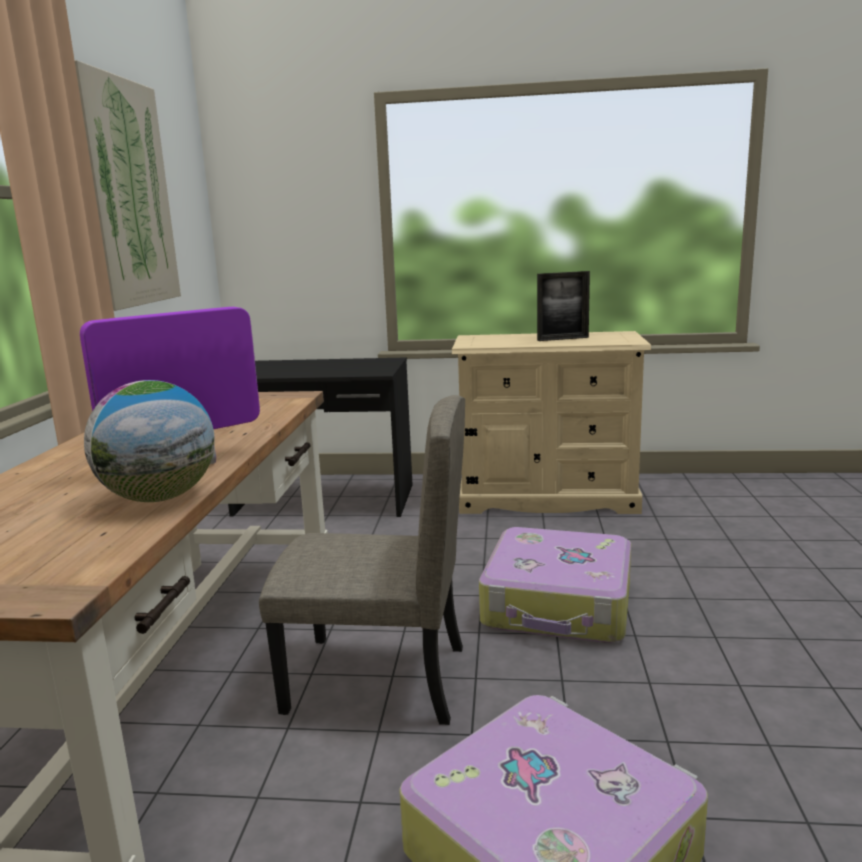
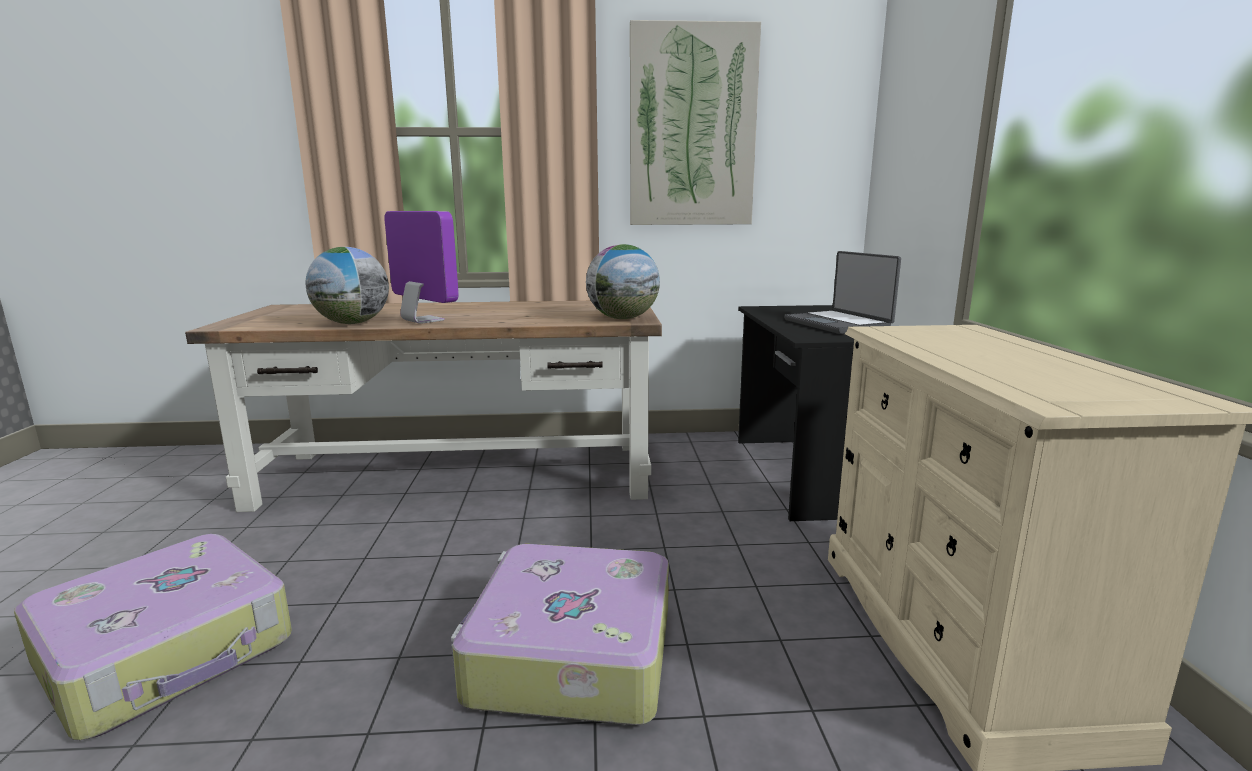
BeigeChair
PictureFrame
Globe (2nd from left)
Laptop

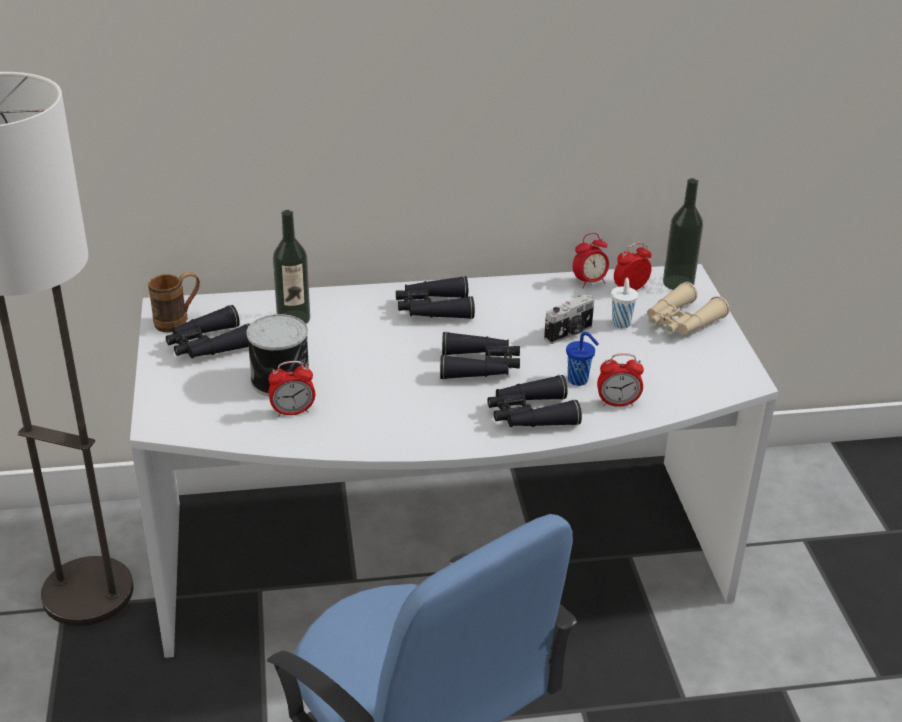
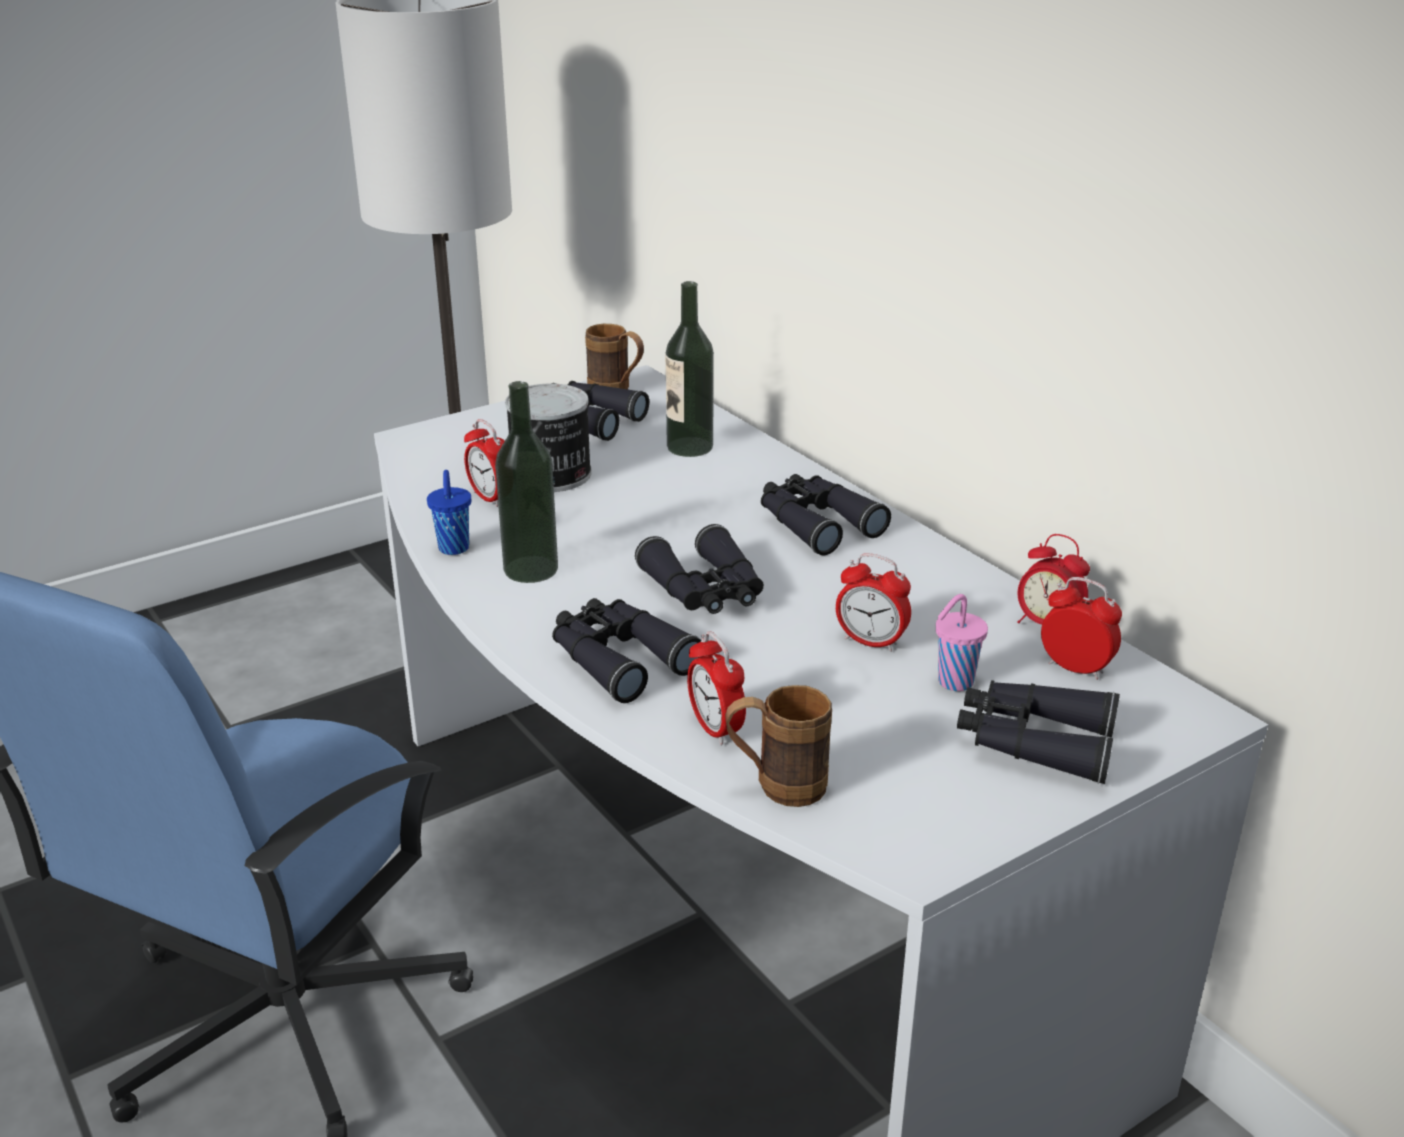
AlarmClock (3rd from left)
BlueCup
PinkCup
BlackBinoculars (5th from left)
Bottle (1st from left)
BrownMug (2nd from left)

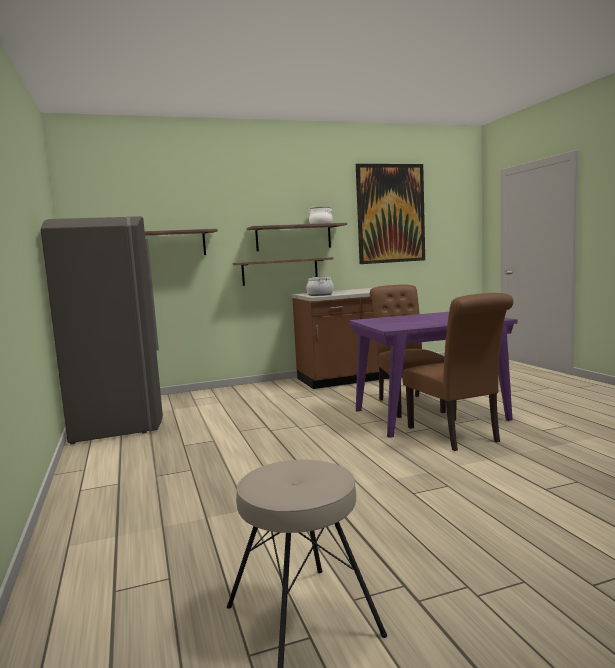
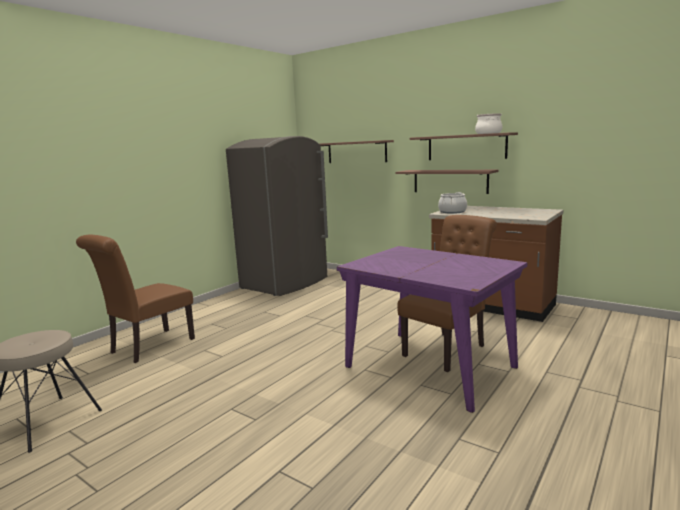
Picture
BrownChair (1st from left)

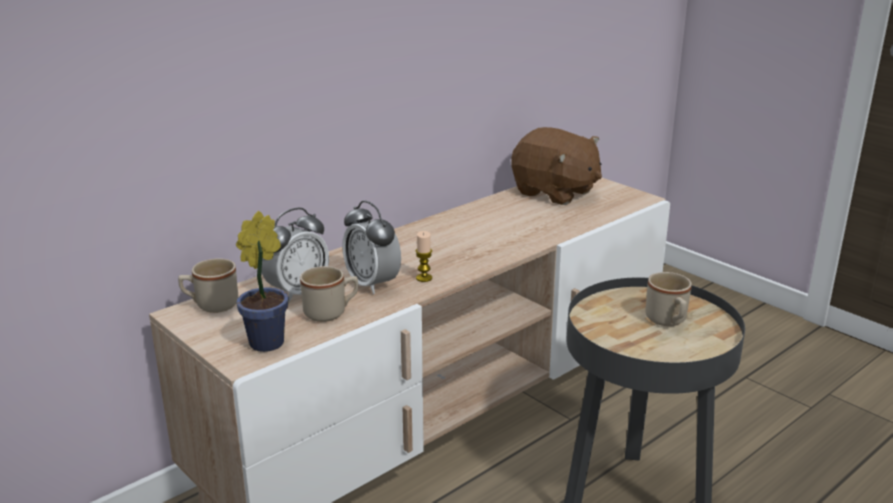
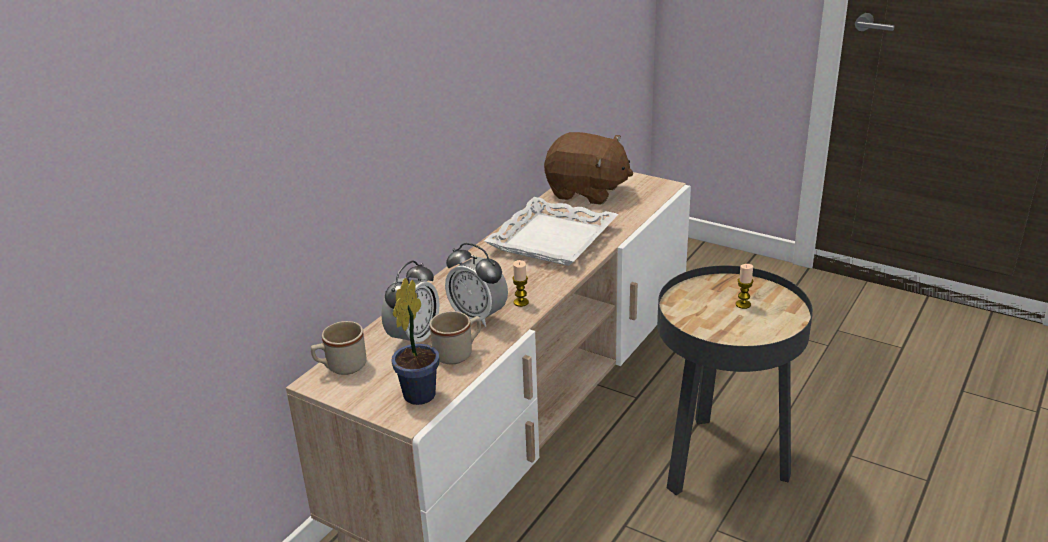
Candle (2nd from left)
WhiteTray

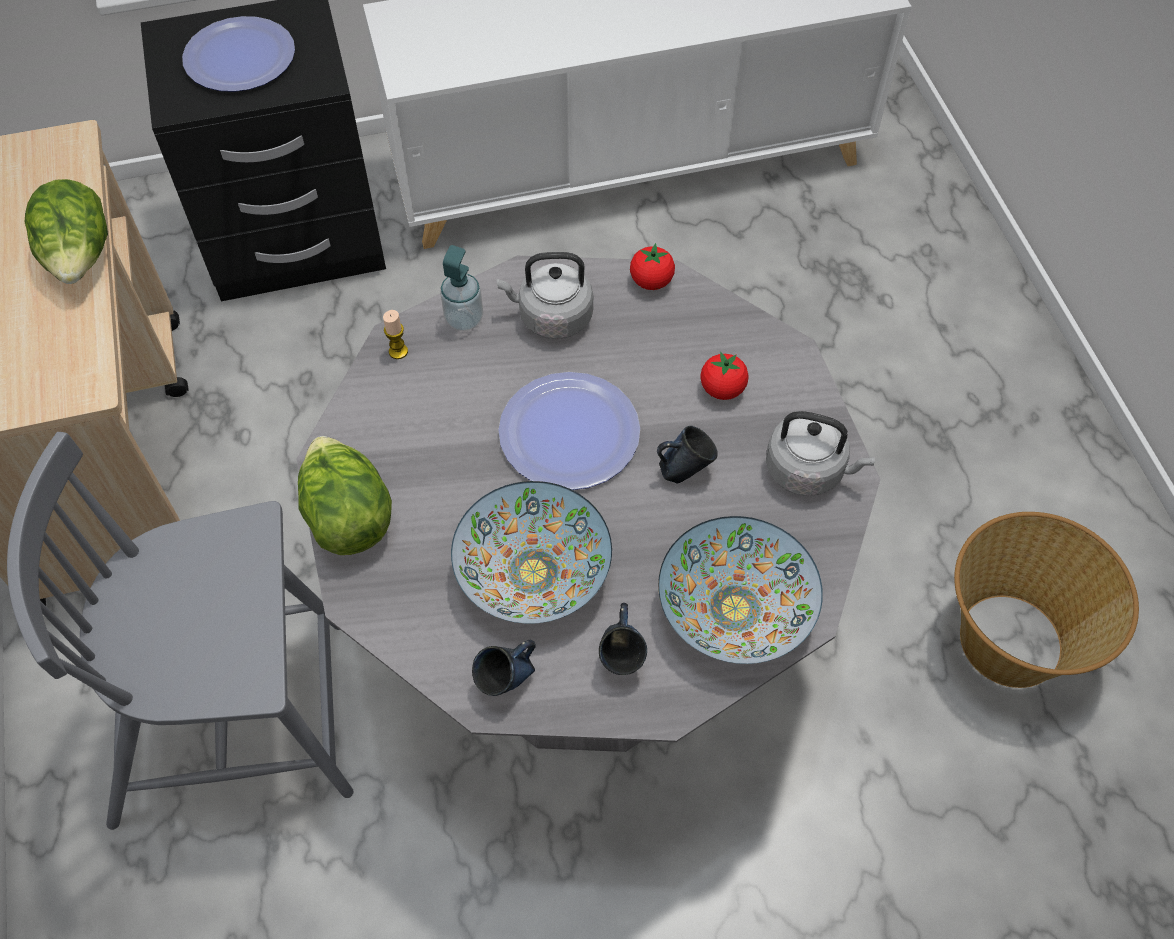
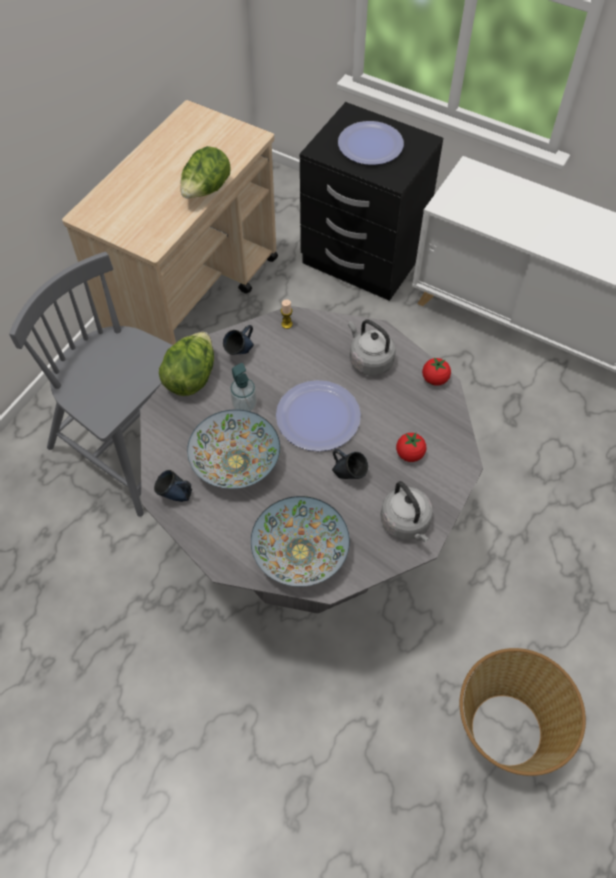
SoapDispenser
BlueMug (2nd from left)

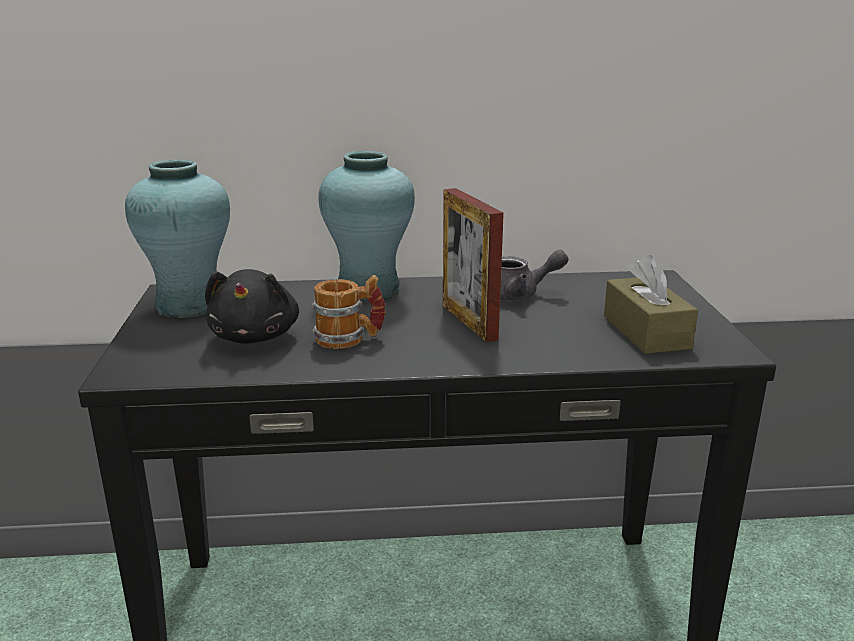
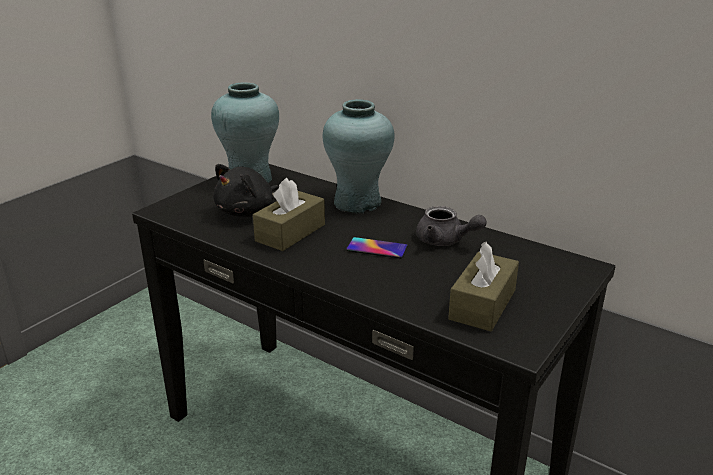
BrownTissueBox (1st from left)
Phone

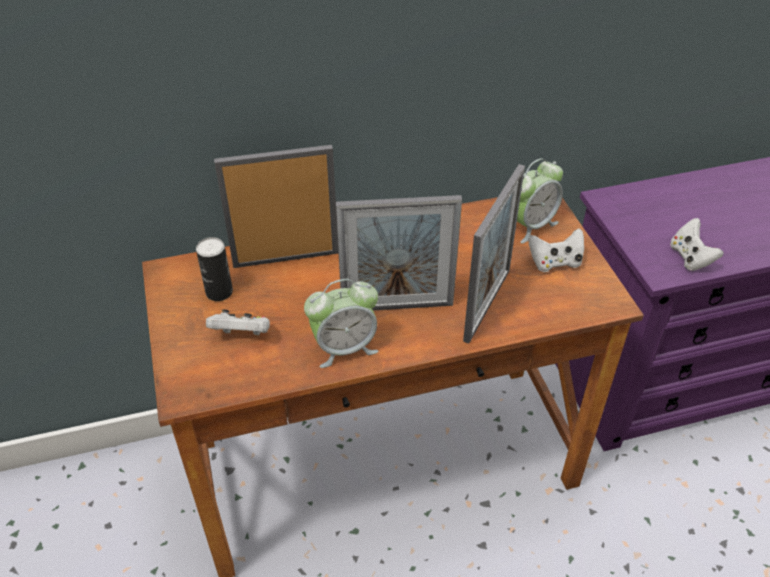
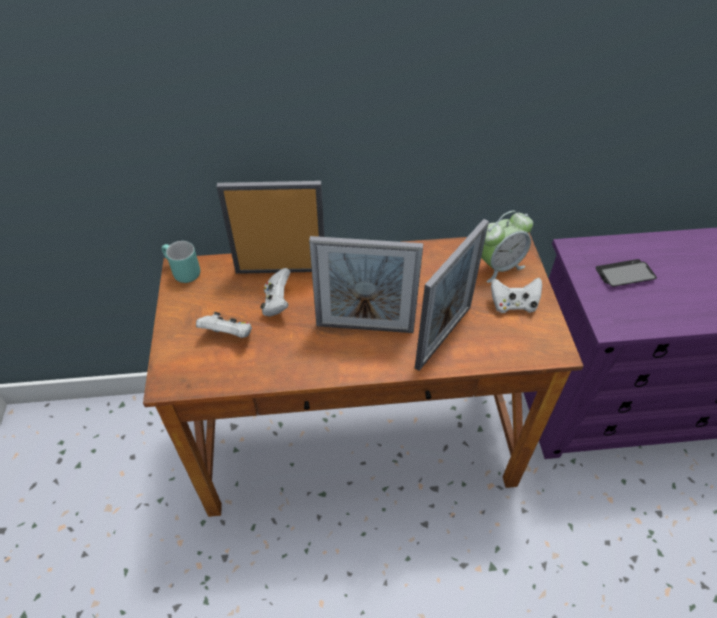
Can
AlarmClock (1st from left in the first image)
WhiteGameController (2nd from left)
TurquoiseMug
Phone

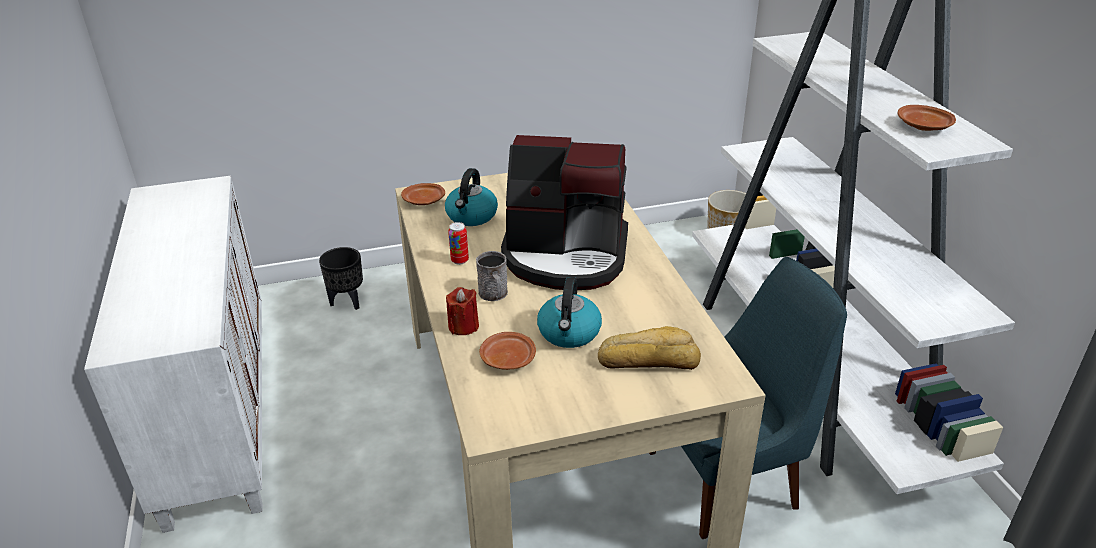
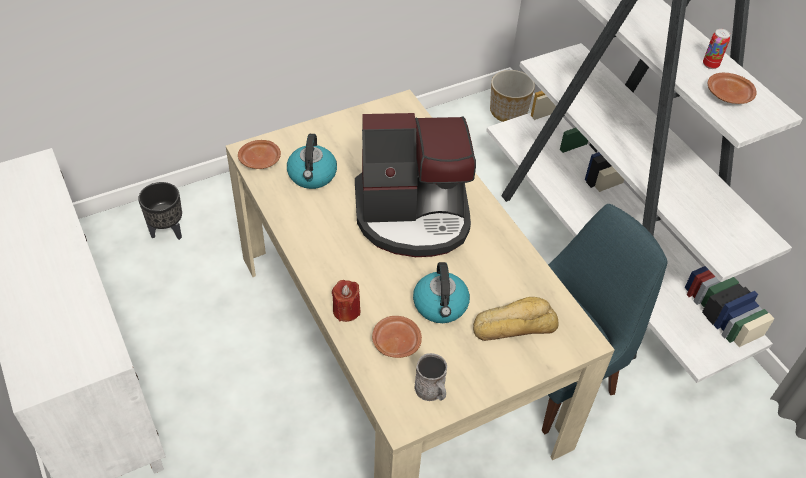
Can
GreyMug

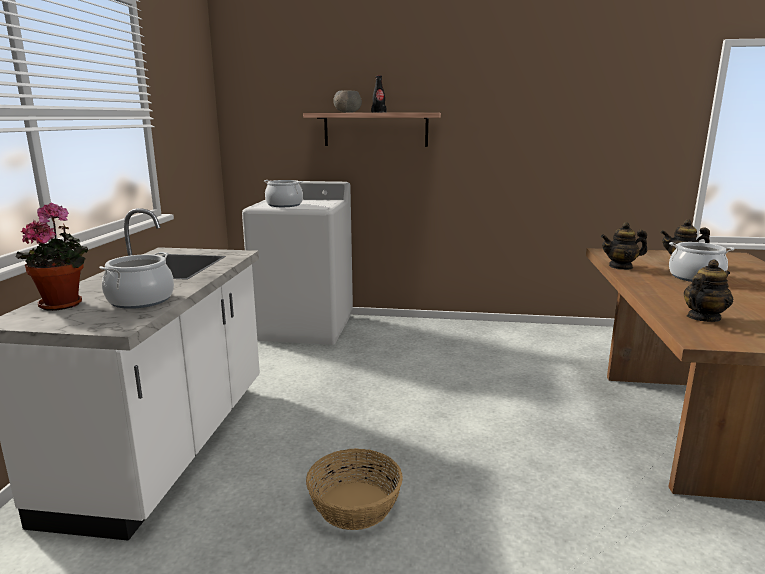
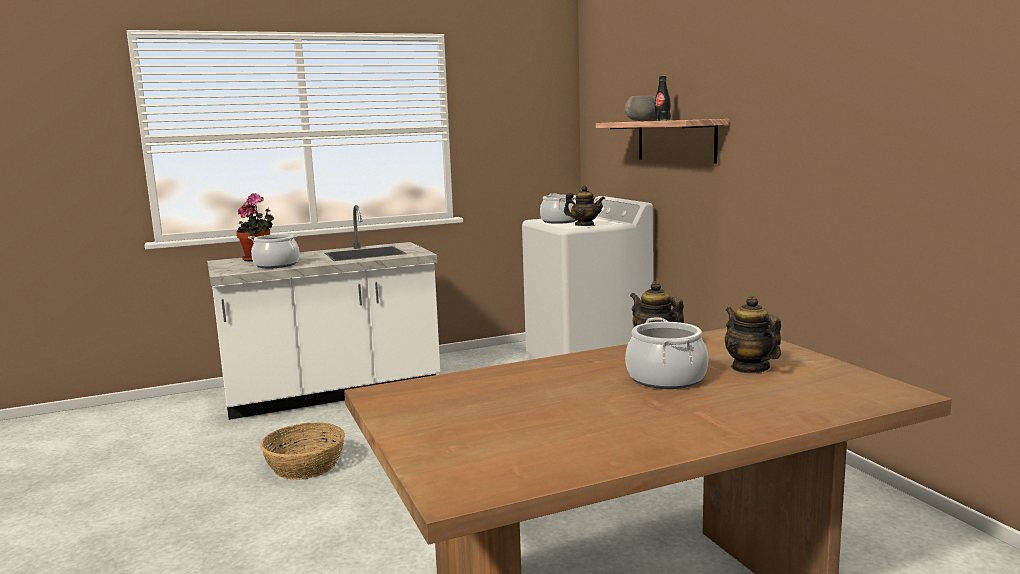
Teapot (1st from left)

